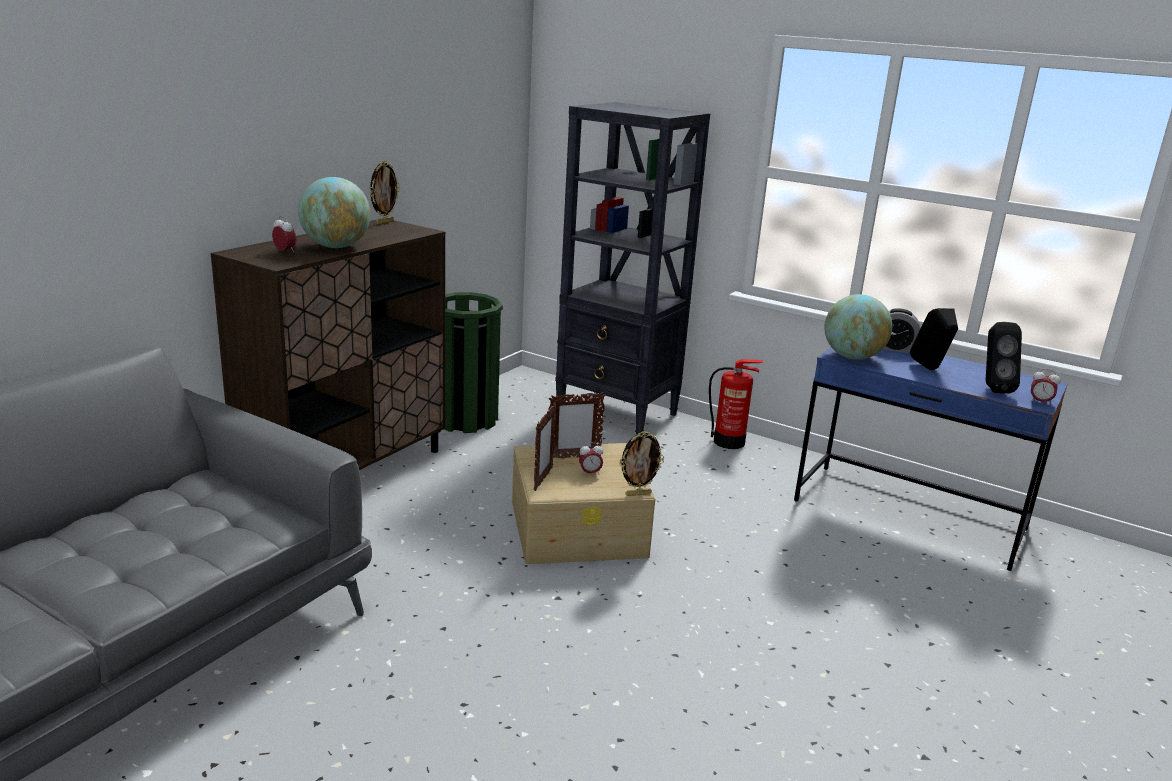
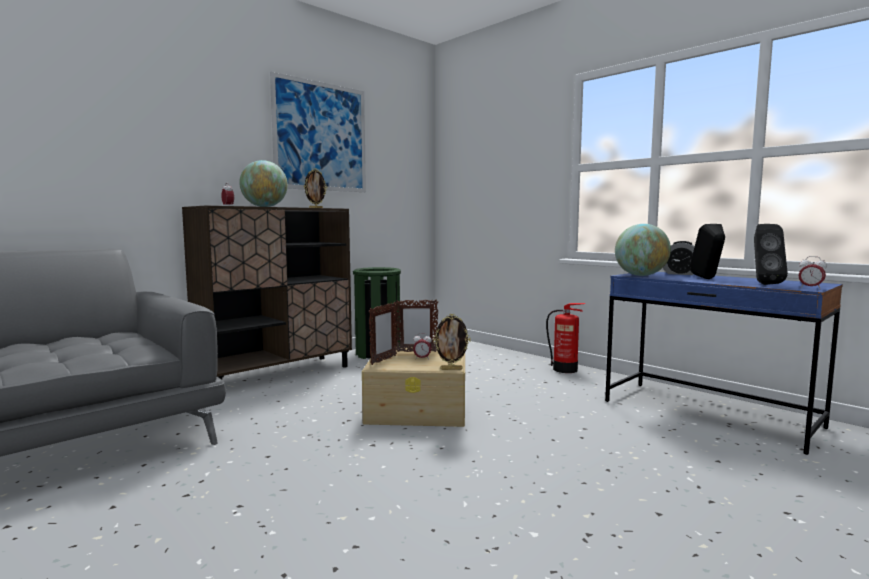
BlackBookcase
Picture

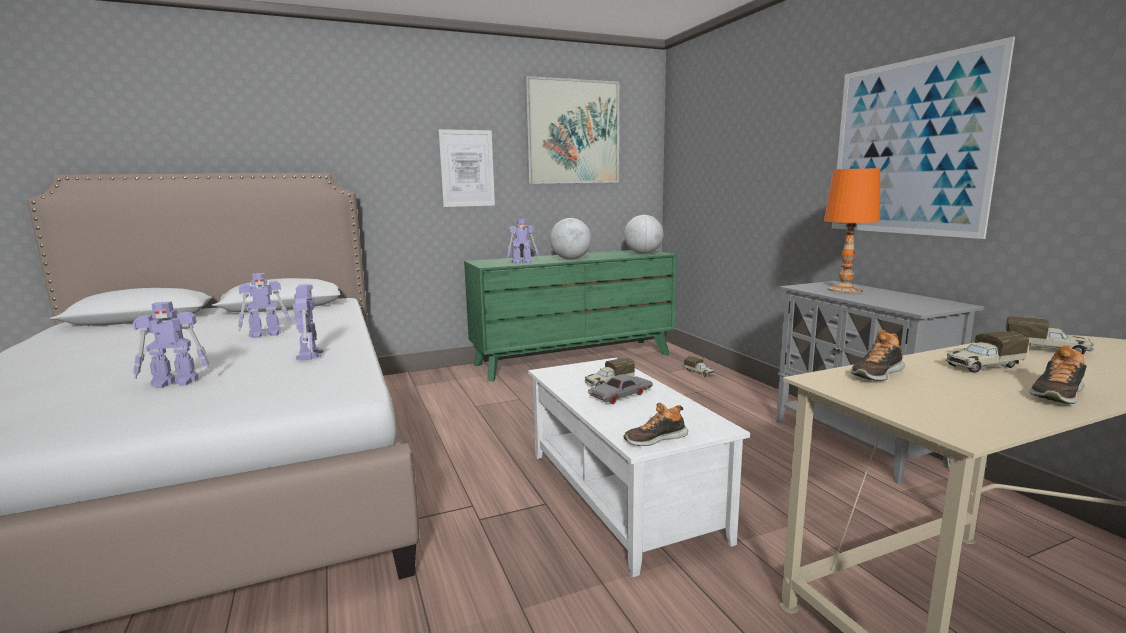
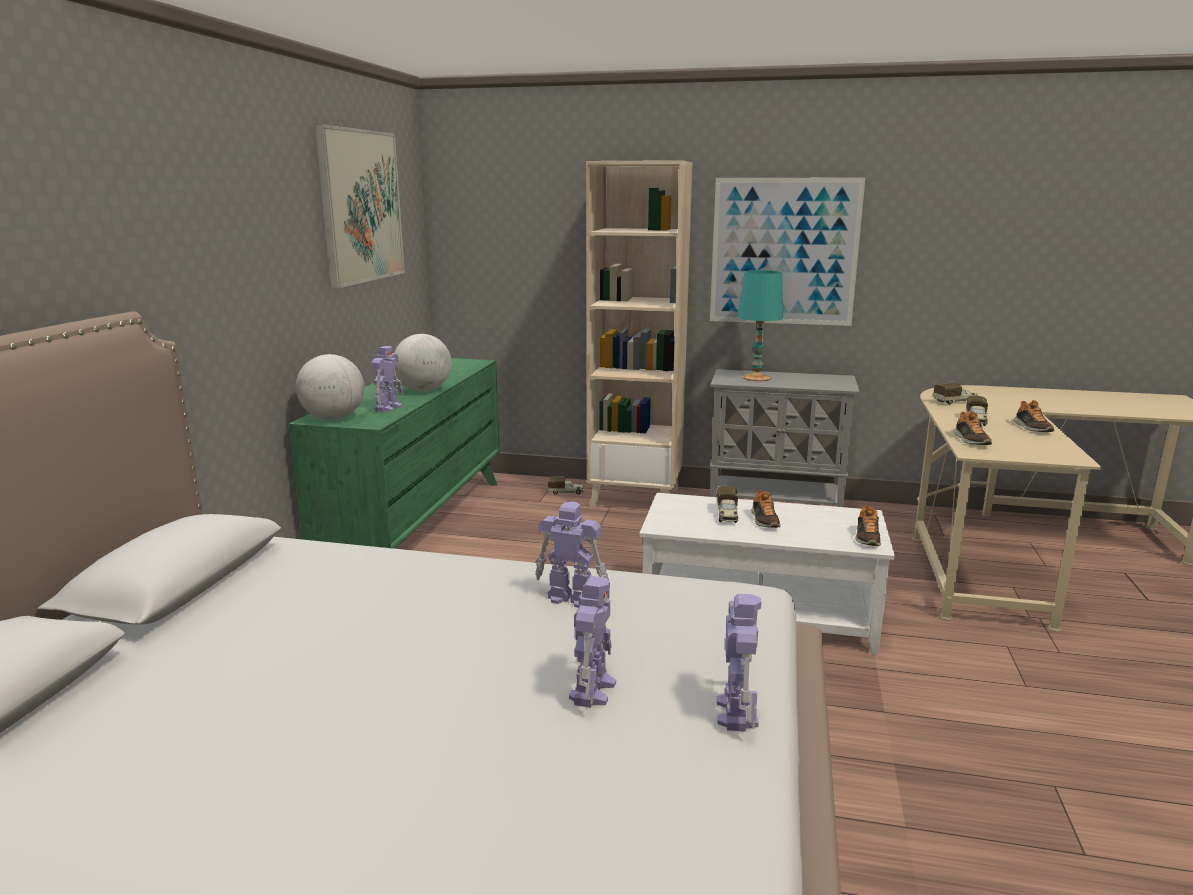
ToyRobot (4th from left)
Picture (1st from left in the first image)
Shoe (1st from left)
Globe (1st from left)
TurquoiseTableLamp
BeigeBookcase

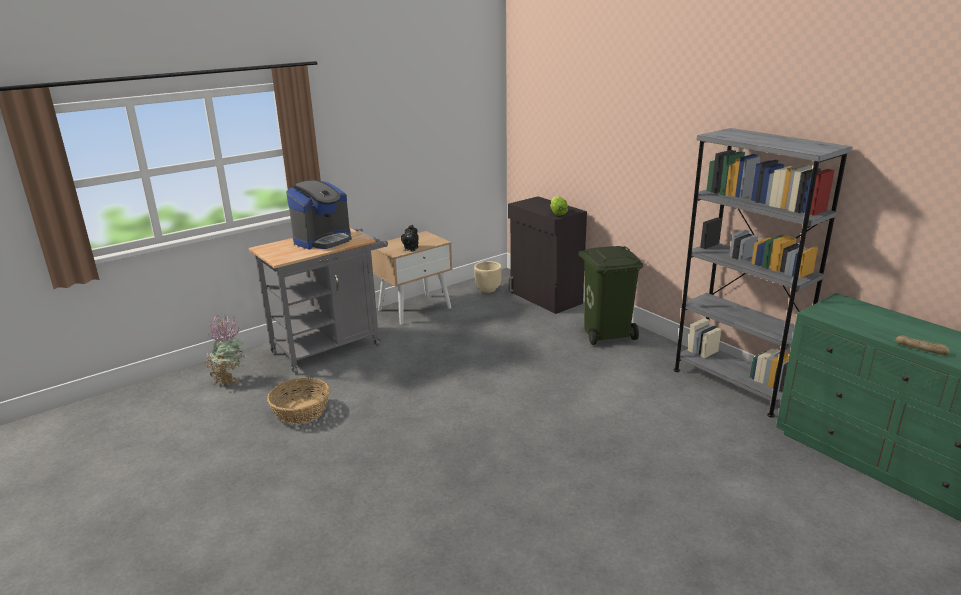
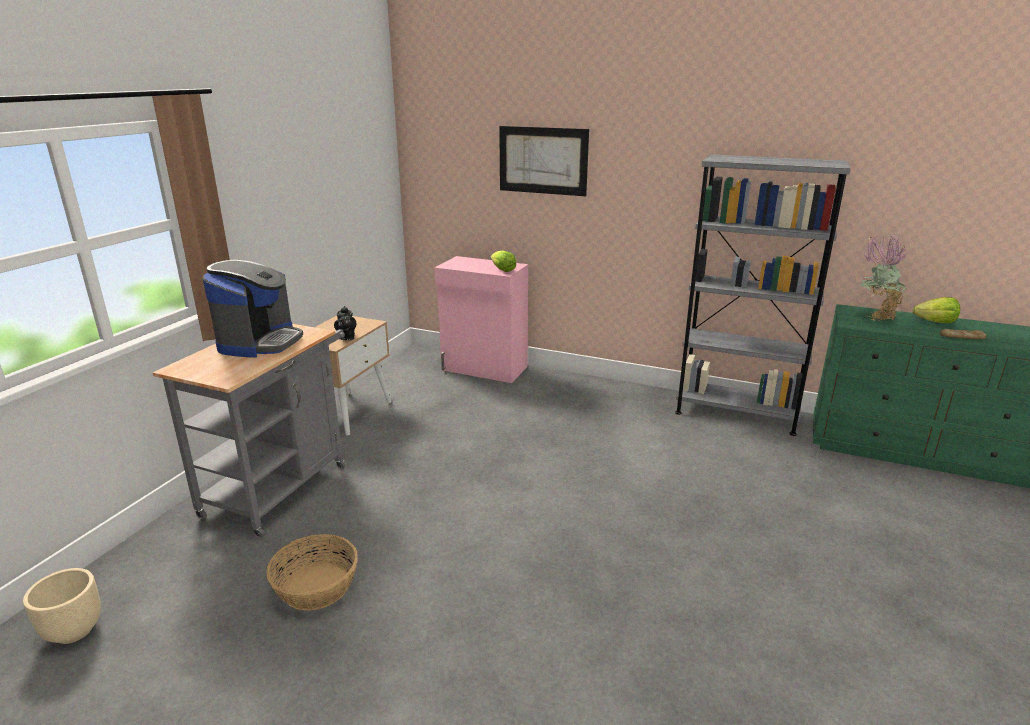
PottedPlant
BeigePlanter
PinkCabinet
GreenTrashCan
Picture
Lettuce (2nd from left)

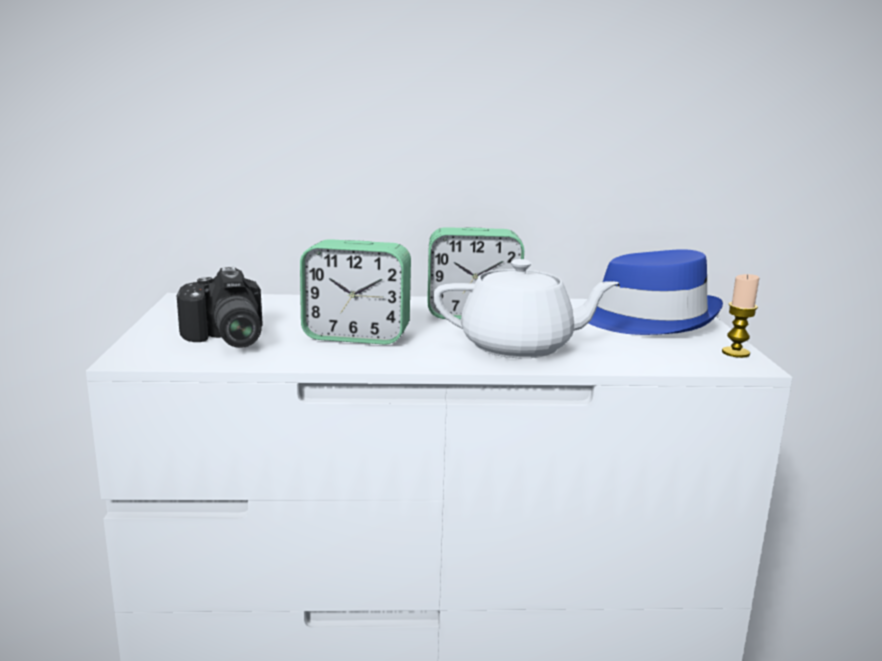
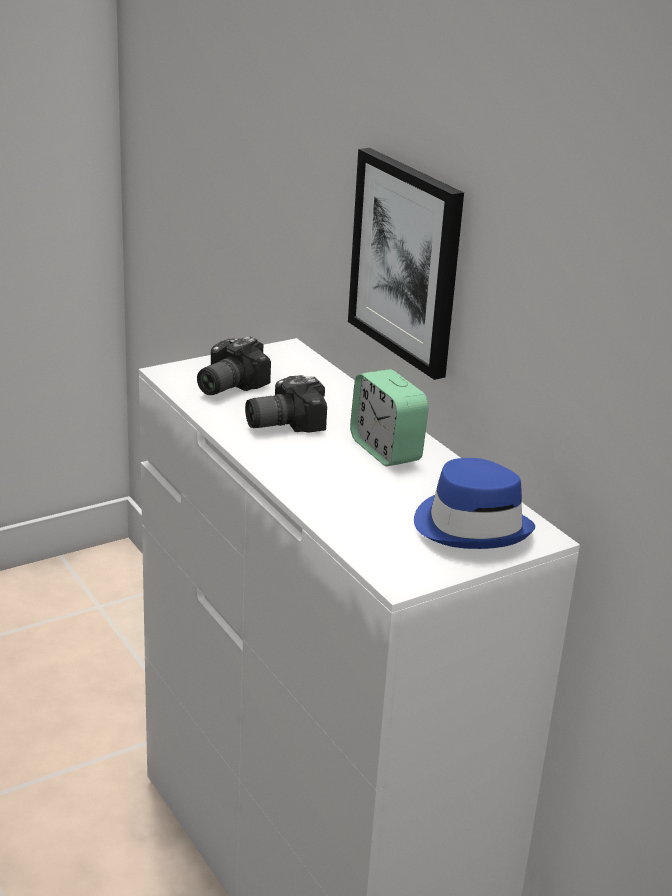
PhotoCamera (2nd from left)
WhiteTeapot
Candle
Picture

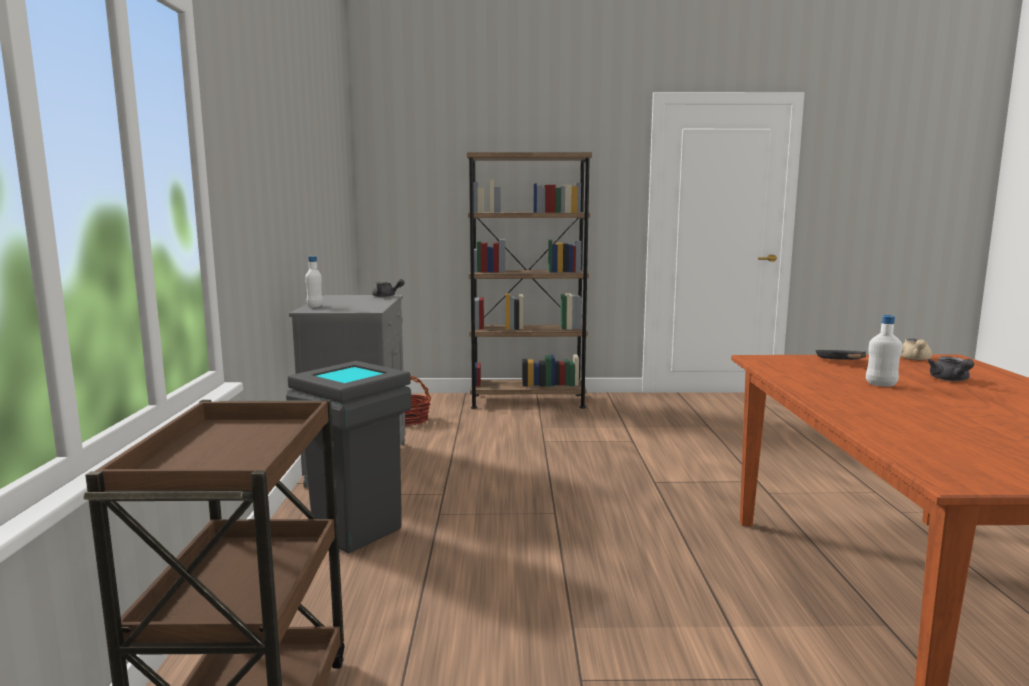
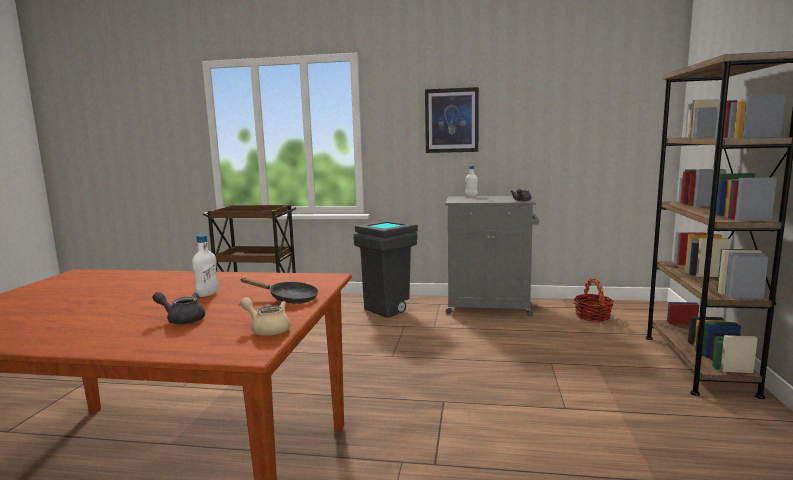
Picture

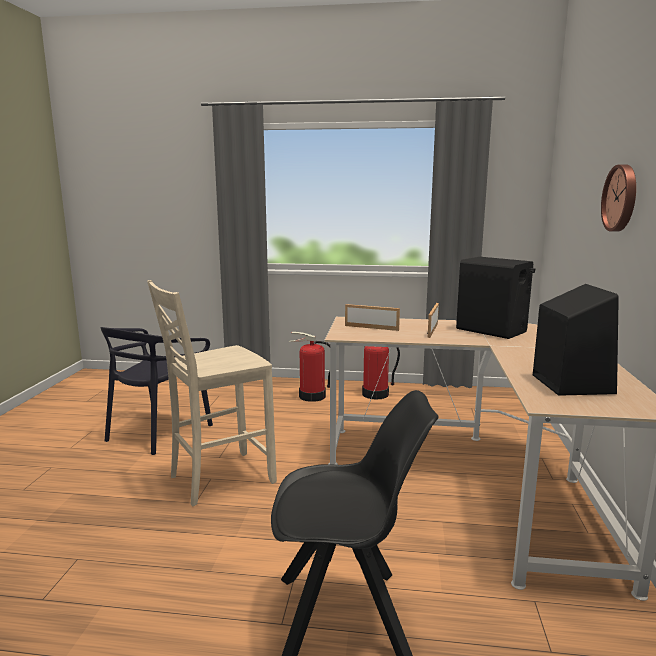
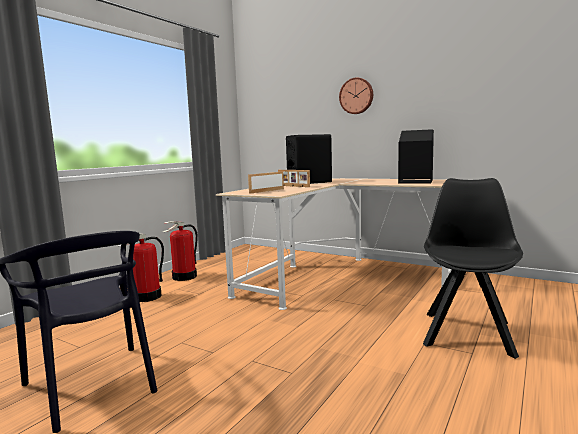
BeigeChair

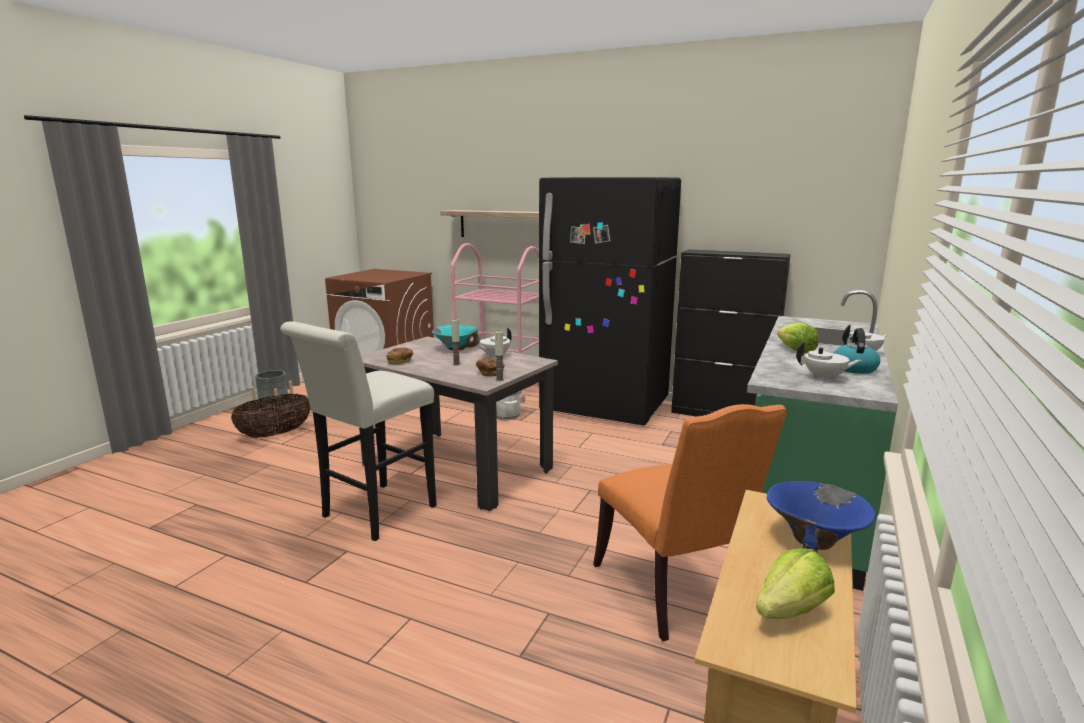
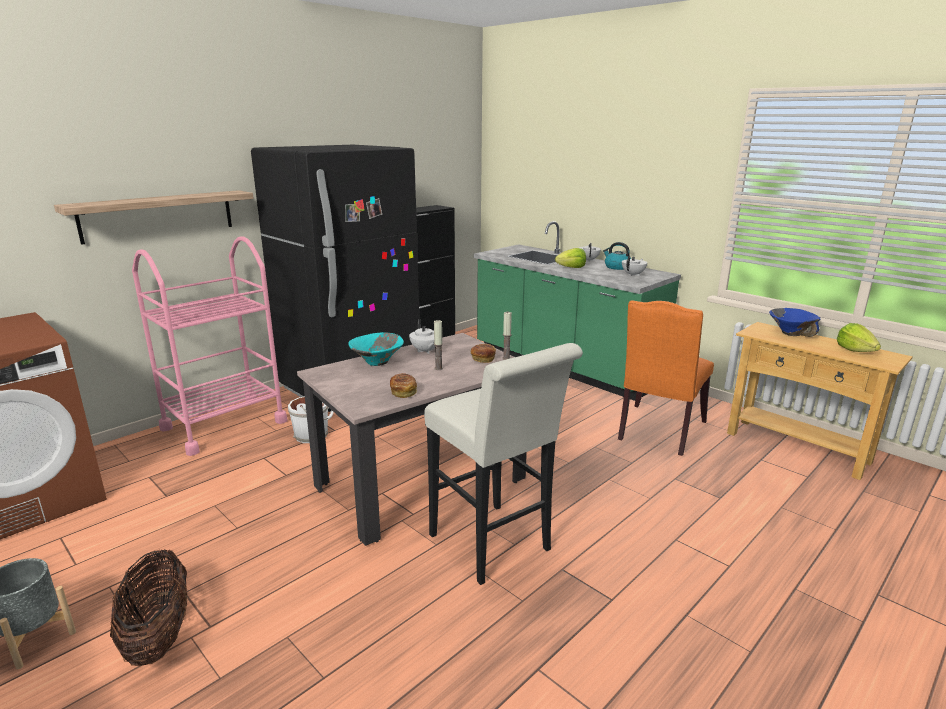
OrangeChair

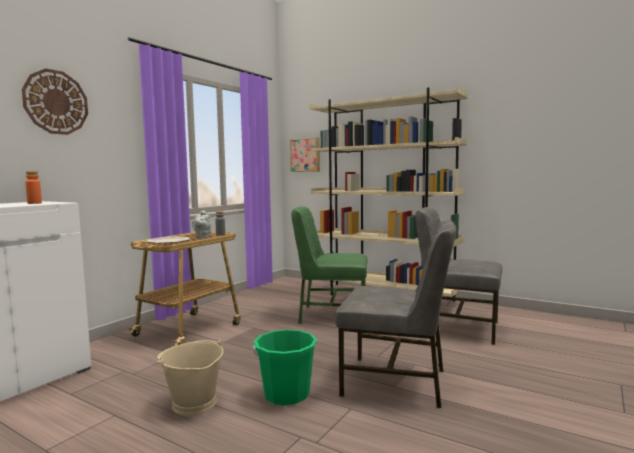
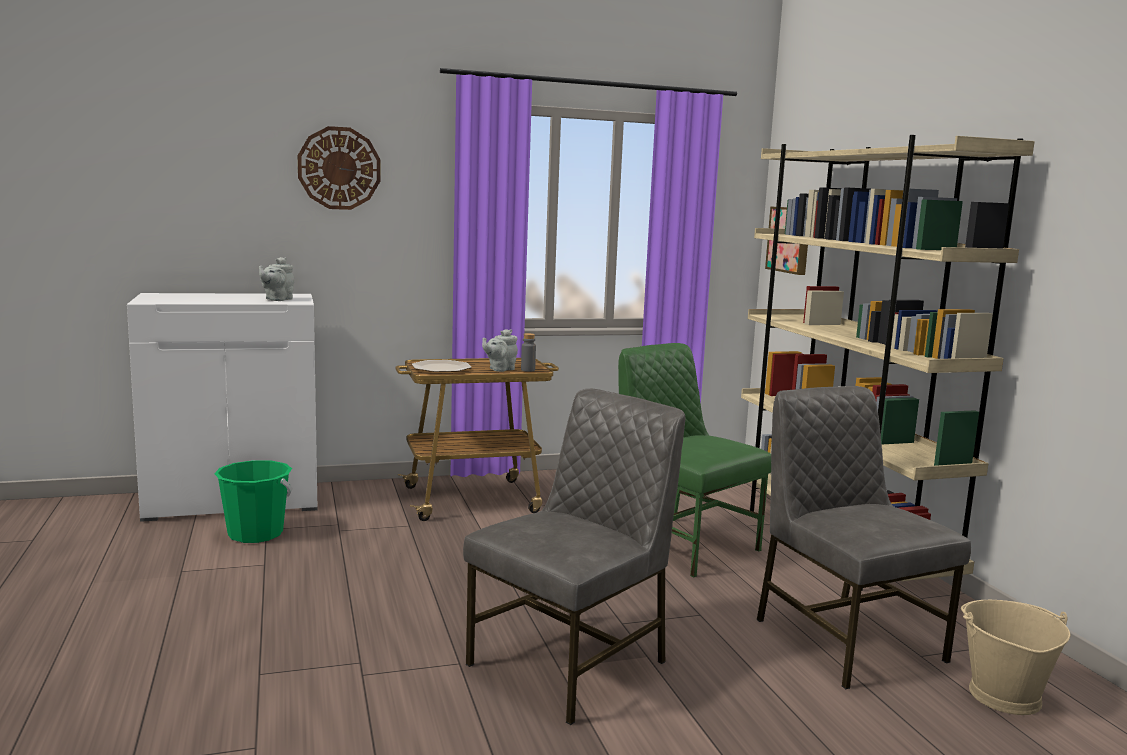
GreyTeapot (1st from left)
BeigeBucket
GreenBucket
GreyChair (1st from left)

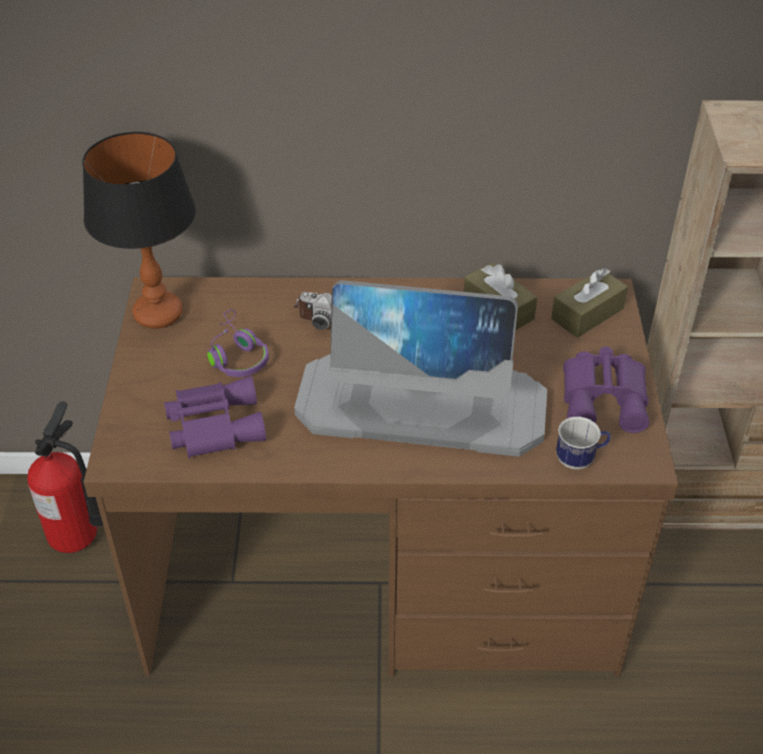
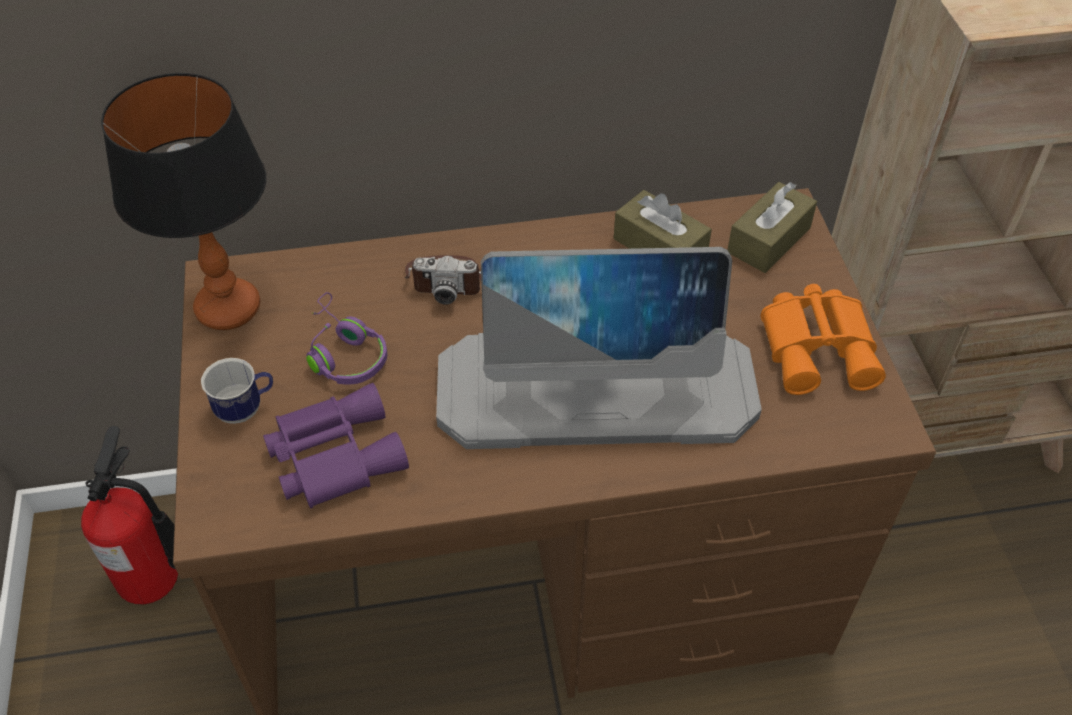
Mug
OrangeBinoculars

